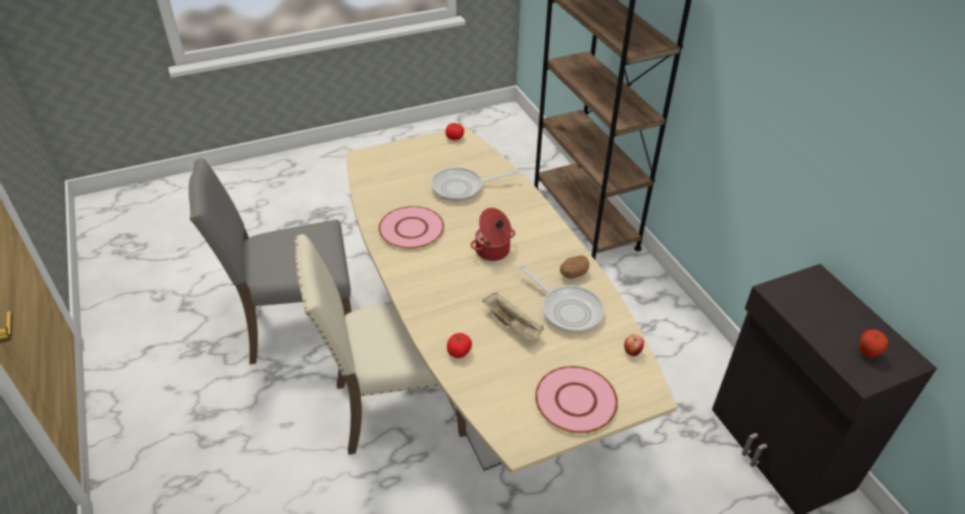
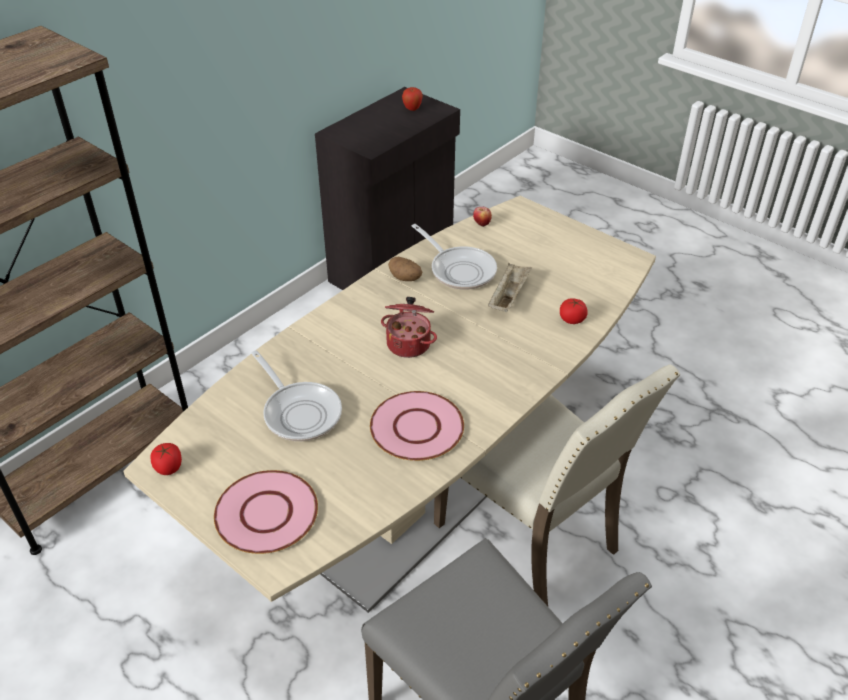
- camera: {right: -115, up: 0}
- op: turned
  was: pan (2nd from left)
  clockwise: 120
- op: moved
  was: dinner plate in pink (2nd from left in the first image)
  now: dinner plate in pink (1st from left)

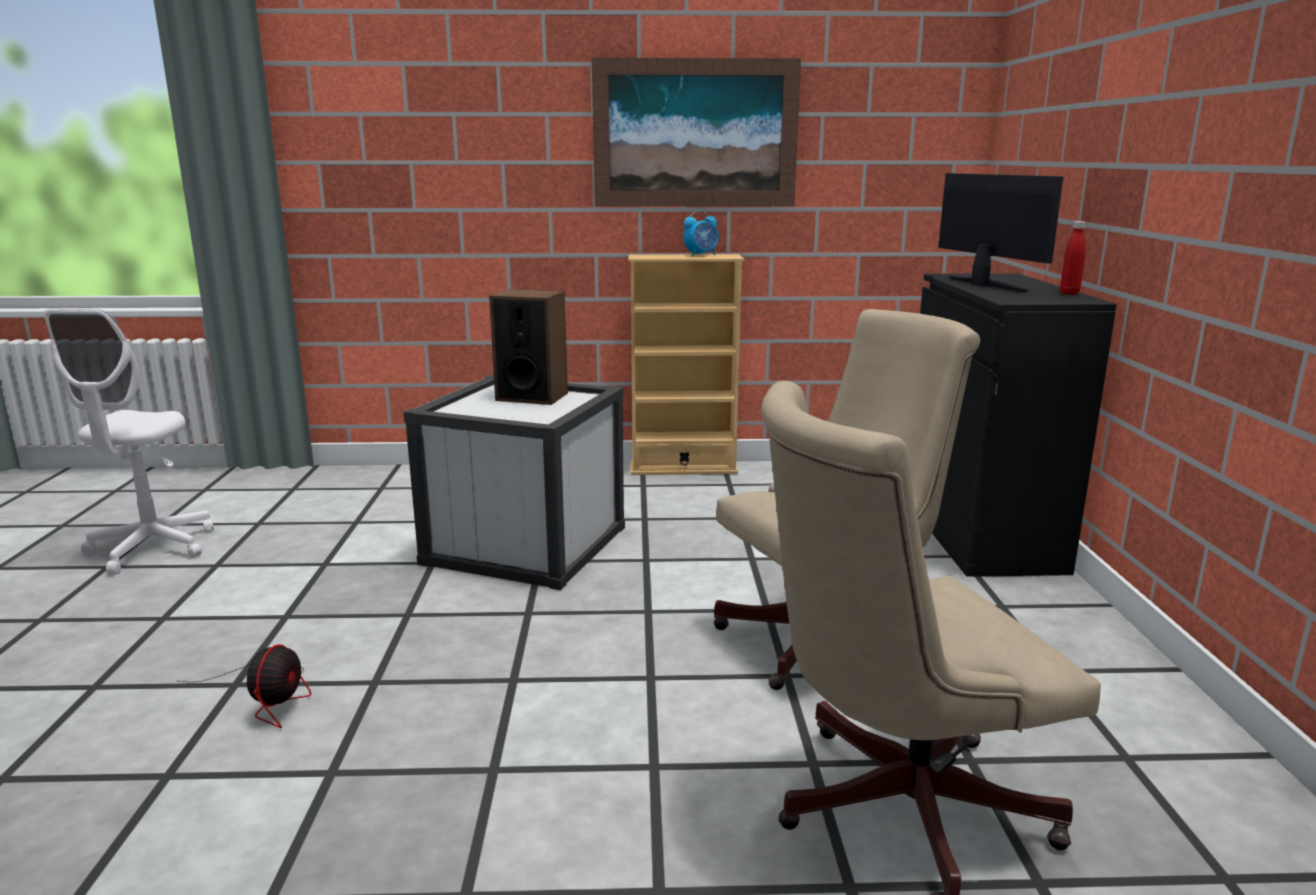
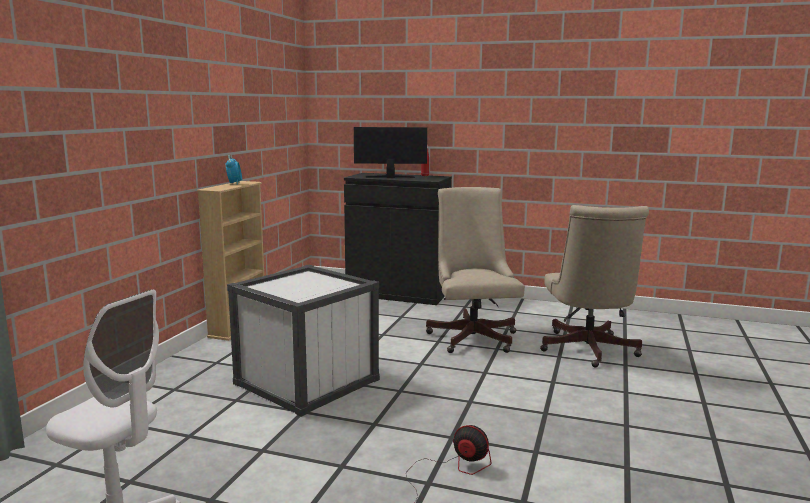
- camera: {right: -70, up: -5}
- op: removed
  was: loudspeaker
- op: removed
  was: wall art

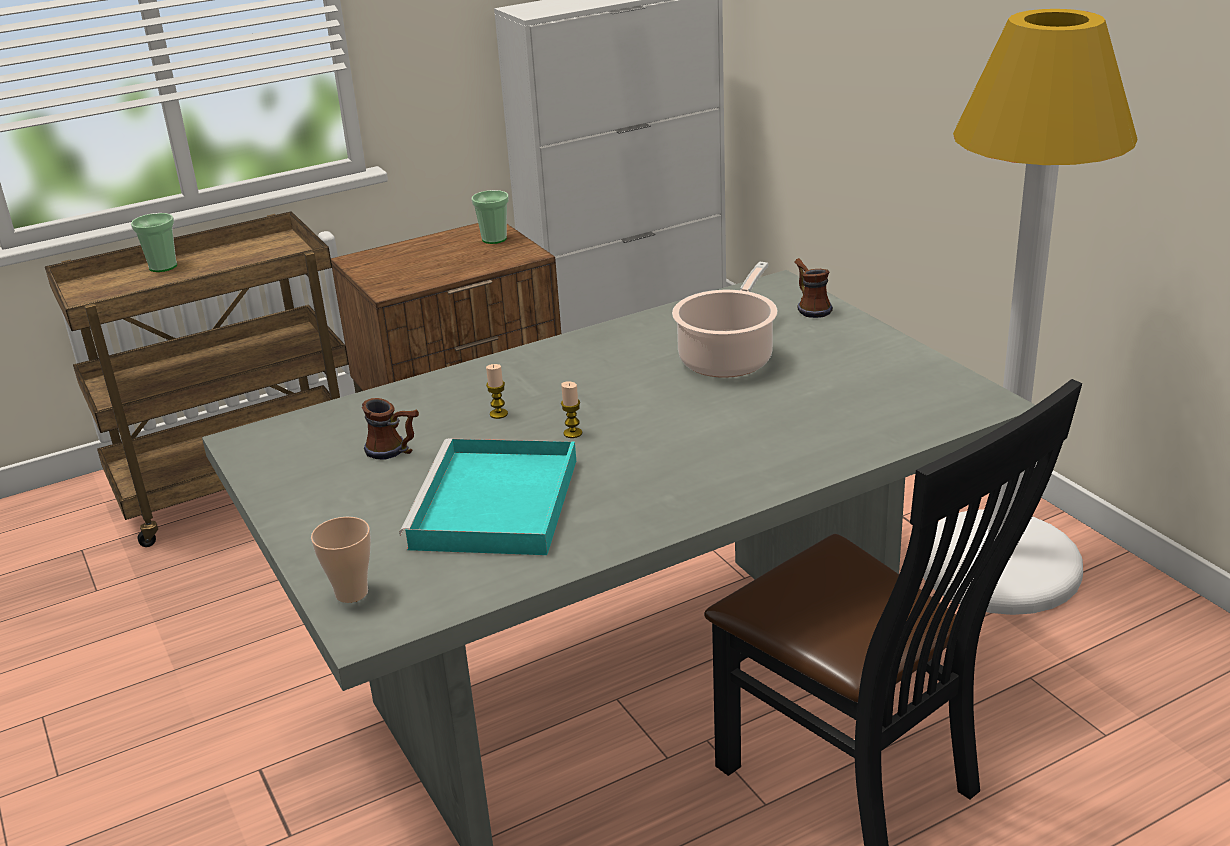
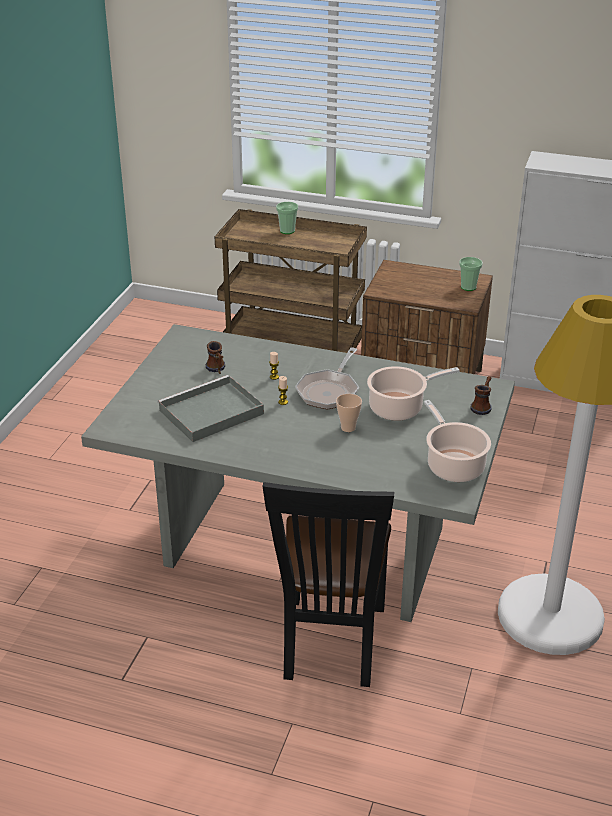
- camera: {right: 45, up: 5}
- op: moved
  was: cup (2nd from left)
- op: recoloured
  was: carrying tray in turquoise-coloured
  now: carrying tray in gray
- op: added
  now: pan
- op: added
  now: stockpot (2nd from left)

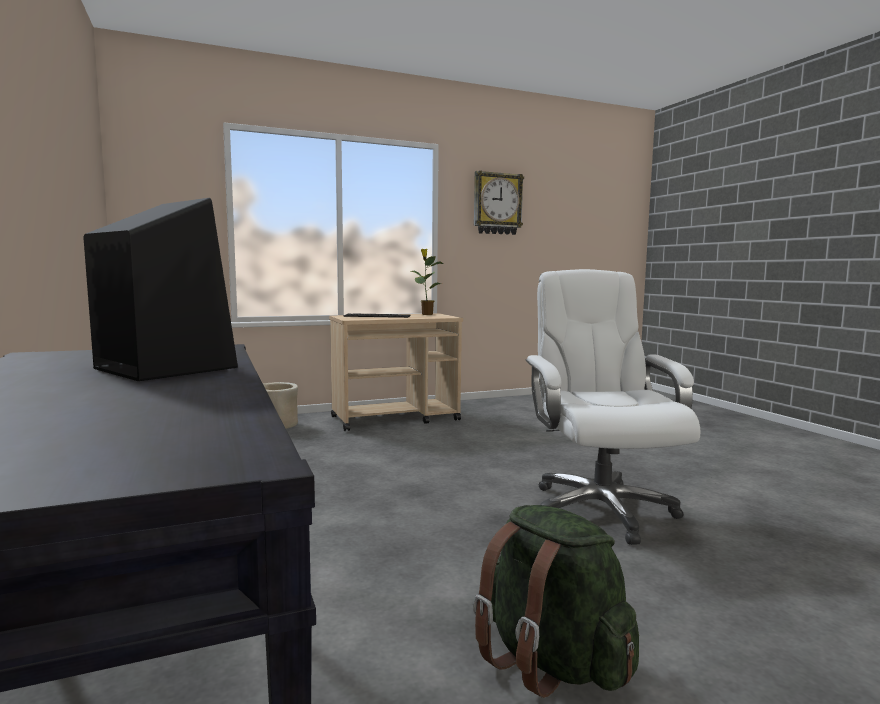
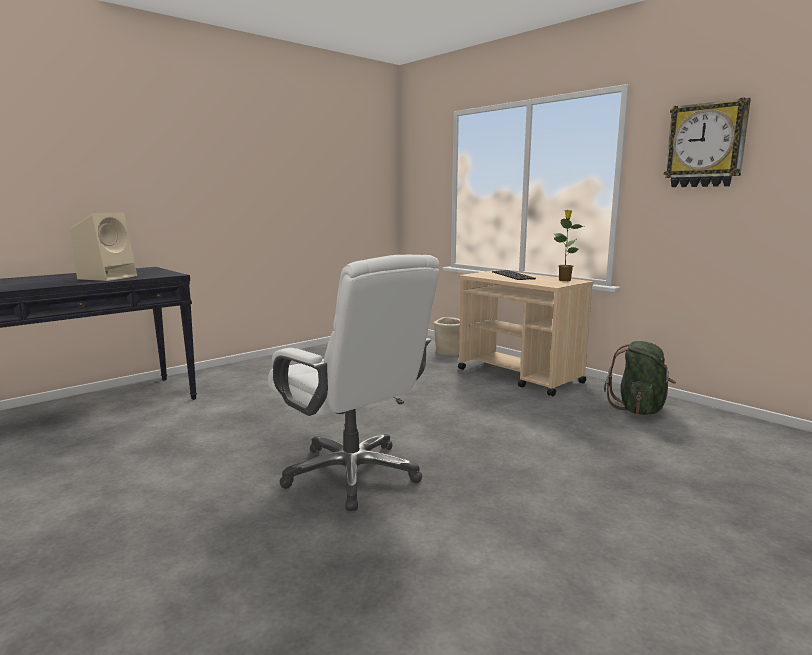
- camera: {right: 70, up: 5}
- op: recoloured
  was: loudspeaker in black
  now: loudspeaker in sand-coloured
- op: moved
  was: rucksack in greenish
- op: turned
  was: desk chair in whitish
  clockwise: 75

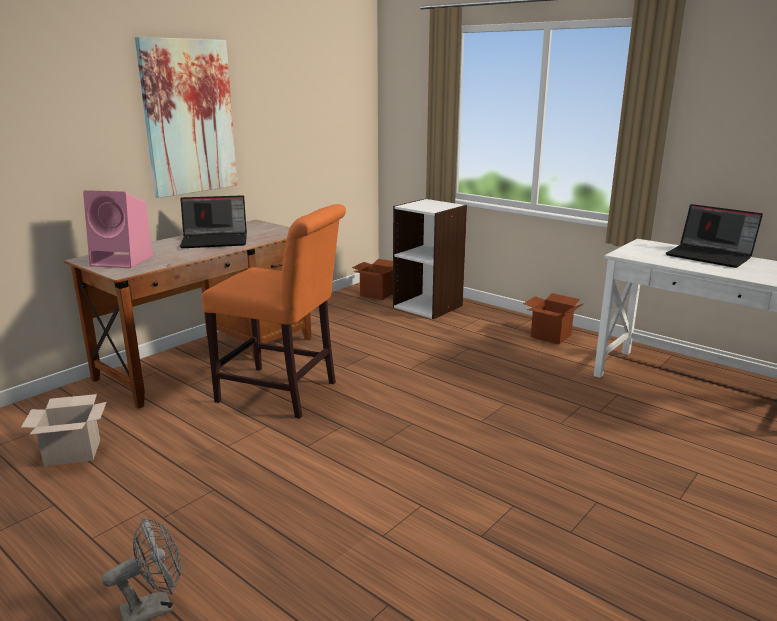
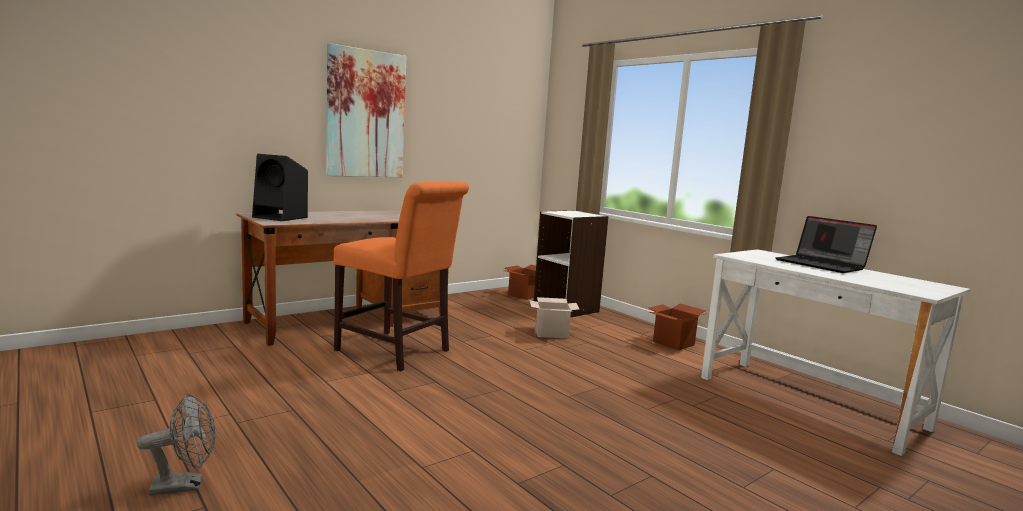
- camera: {right: 10, up: -10}
- op: moved
  was: carton (1st from left in the first image)
  now: carton (2nd from left)
- op: recoloured
  was: loudspeaker in pink
  now: loudspeaker in black
- op: removed
  was: laptop (1st from left)

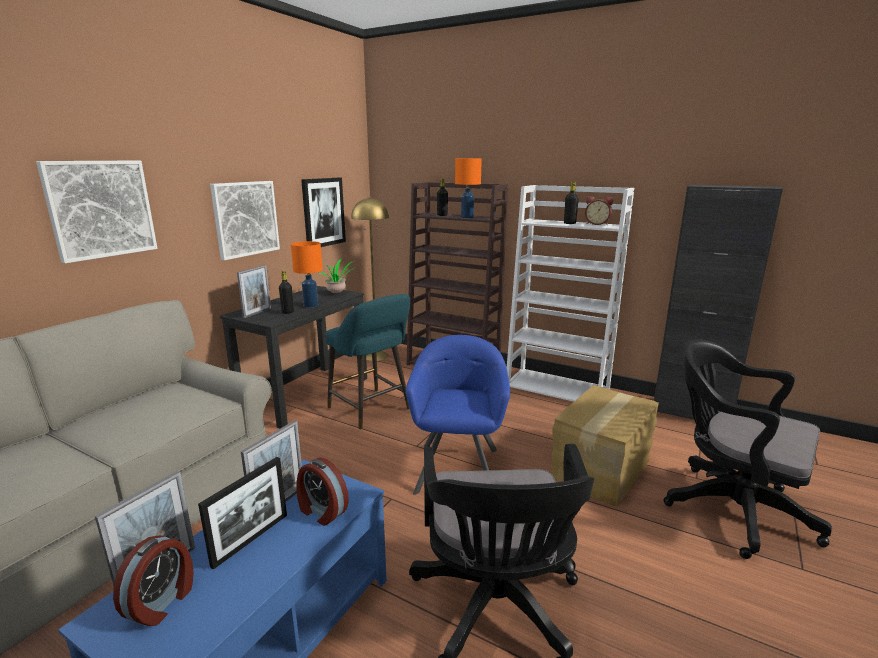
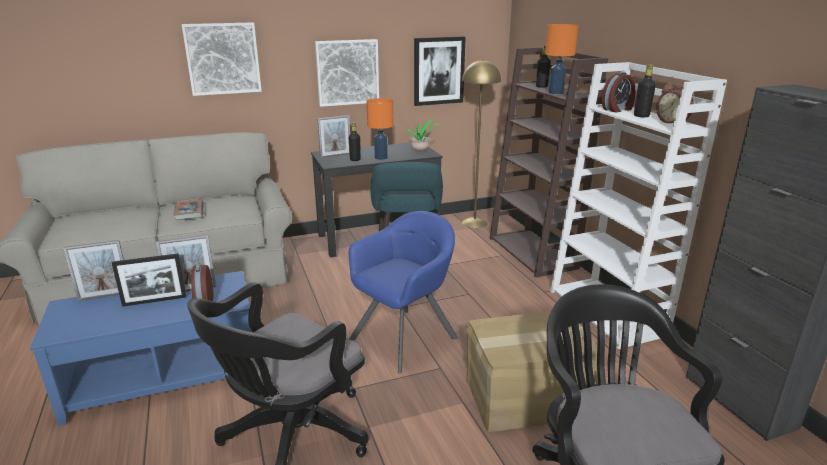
- camera: {right: 40, up: 5}
- op: moved
  was: bedside clock (1st from left in the first image)
  now: bedside clock (2nd from left)
- op: added
  now: volume

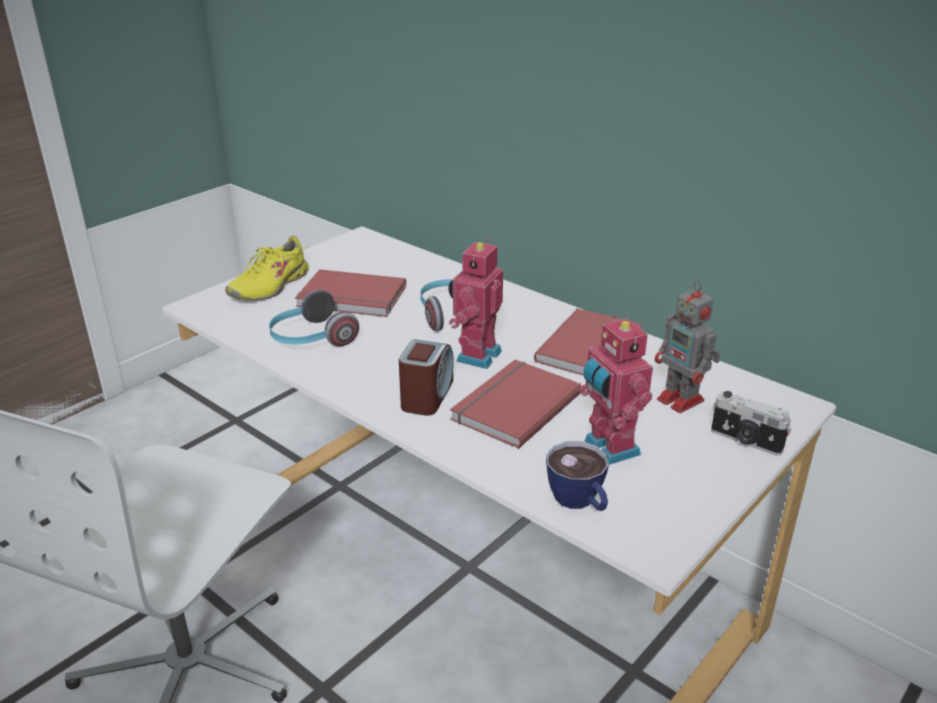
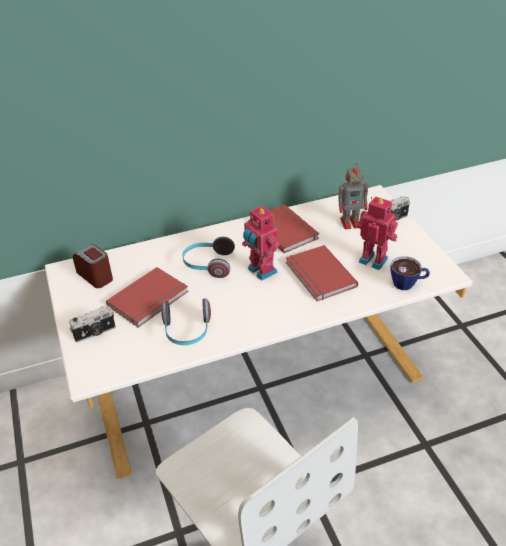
- camera: {right: -60, up: 10}
- op: replaced
  was: item of footwear in yellow
  now: photo camera (1st from left)
- op: moved
  was: bedside clock
- op: turned
  was: model robot (2nd from left in the first image)
  clockwise: -150

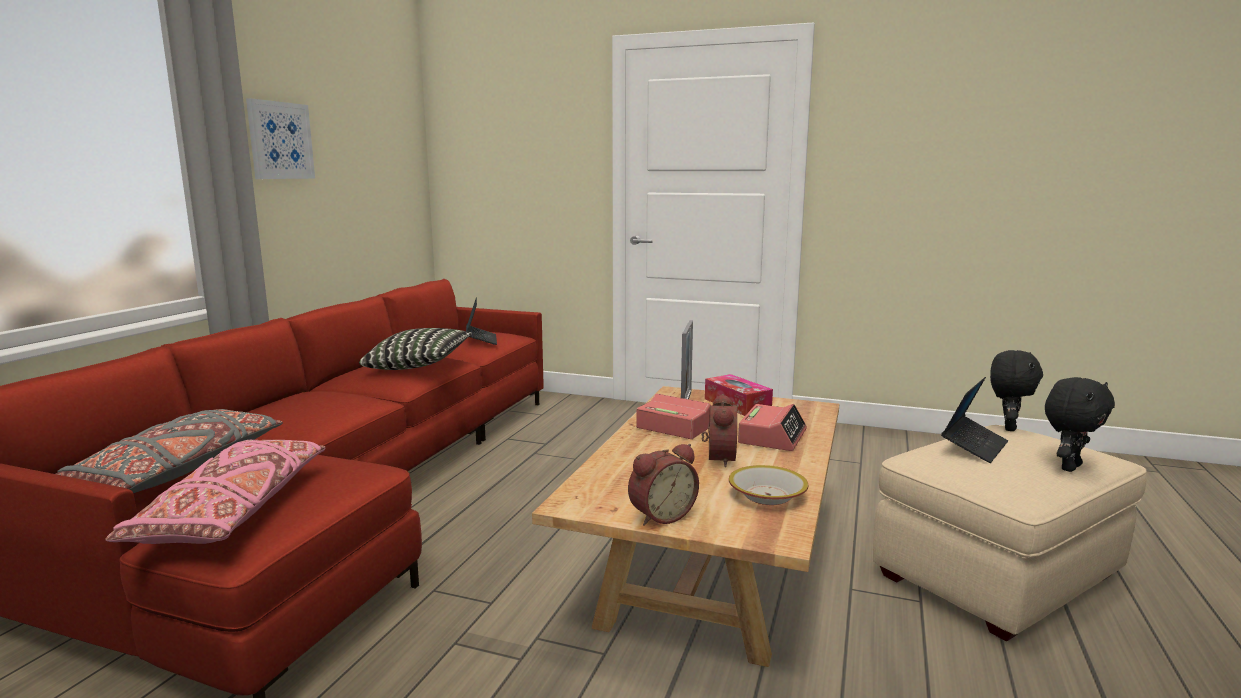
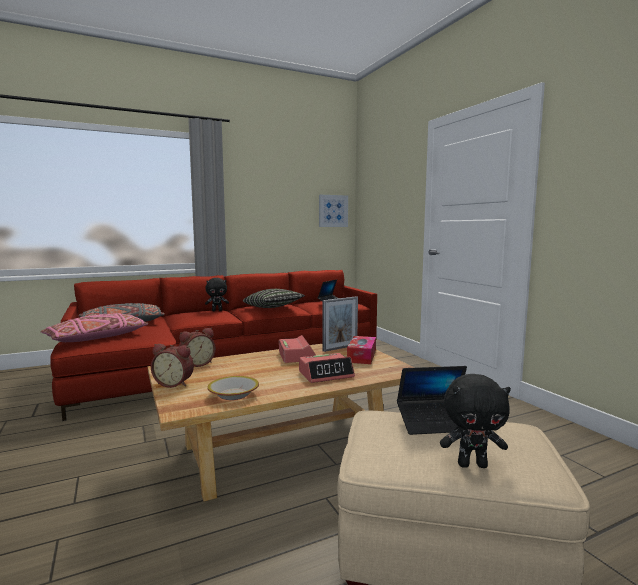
- camera: {right: 45, up: -5}
- op: moved
  was: wall art
- op: moved
  was: bedside clock (3rd from left in the first image)
  now: bedside clock (2nd from left)
- op: moved
  was: soft toy in black (1st from left)

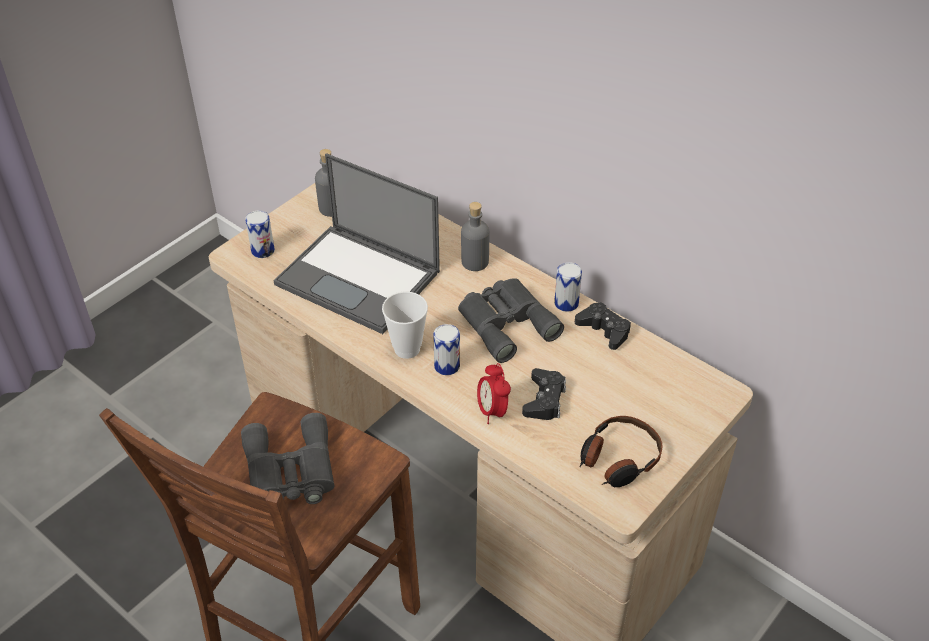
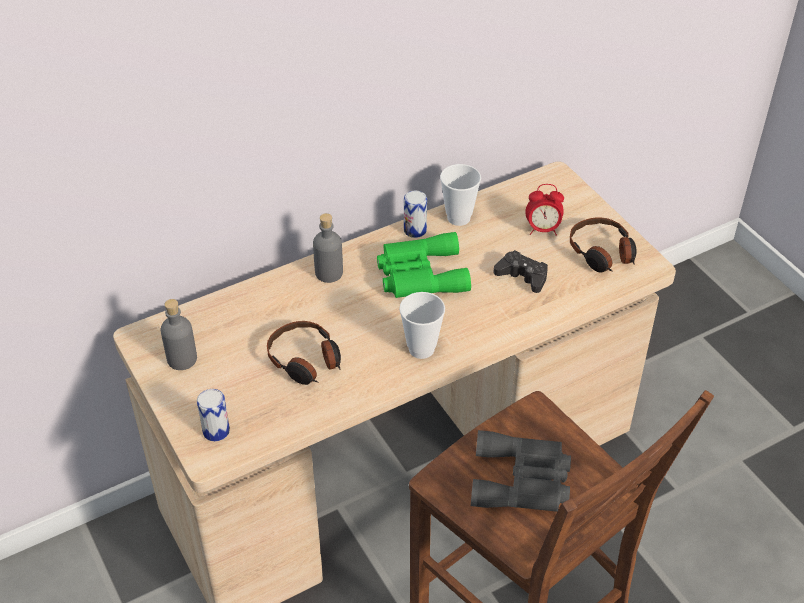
- camera: {right: -70, up: 0}
- op: replaced
  was: laptop
  now: headset (1st from left)
- op: removed
  was: sealed can (2nd from left)
- op: recoloured
  was: binoculars in gray (2nd from left)
  now: binoculars in greenish
- op: moved
  was: bedside clock
- op: replaced
  was: gamepad in black (2nd from left)
  now: cup (2nd from left)

